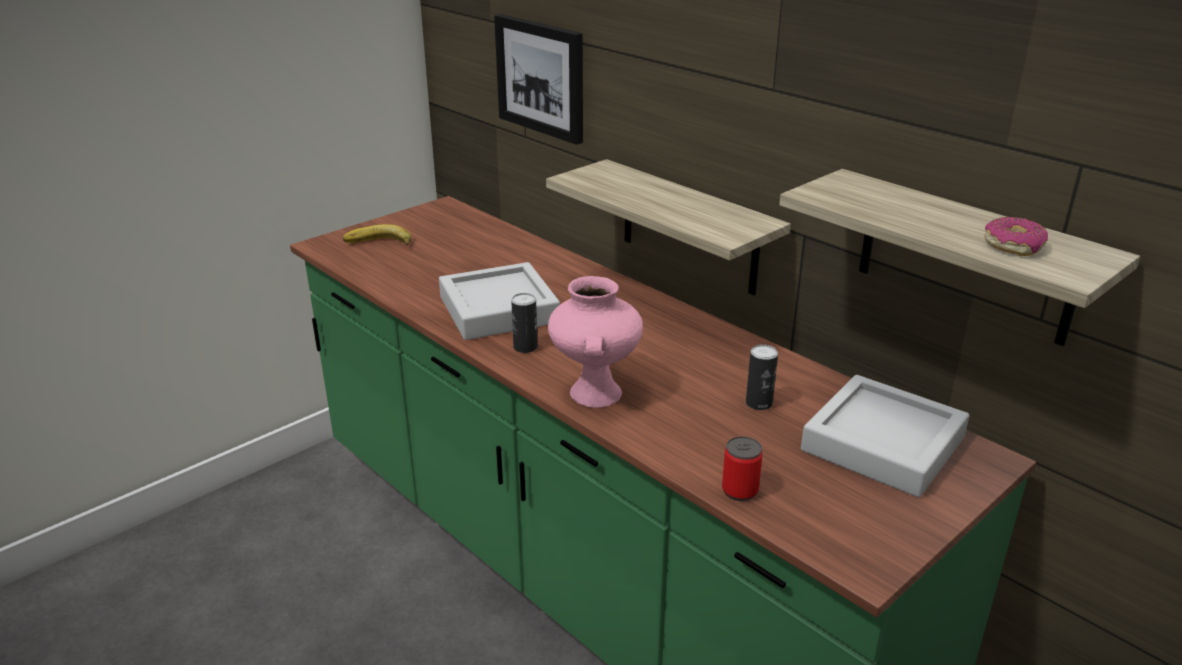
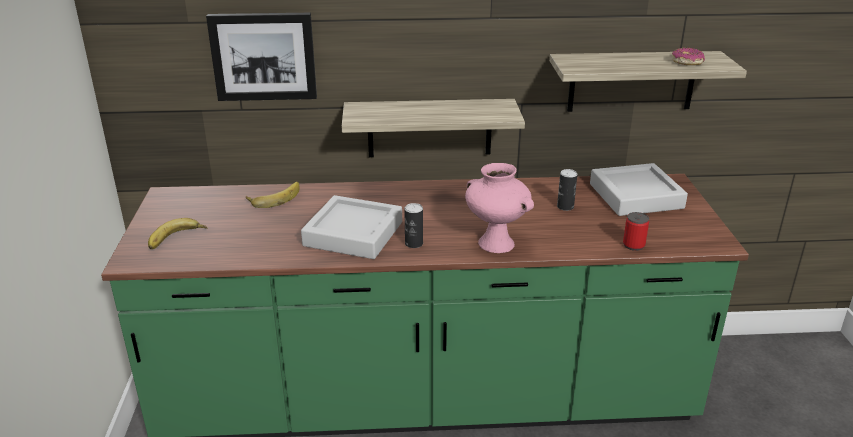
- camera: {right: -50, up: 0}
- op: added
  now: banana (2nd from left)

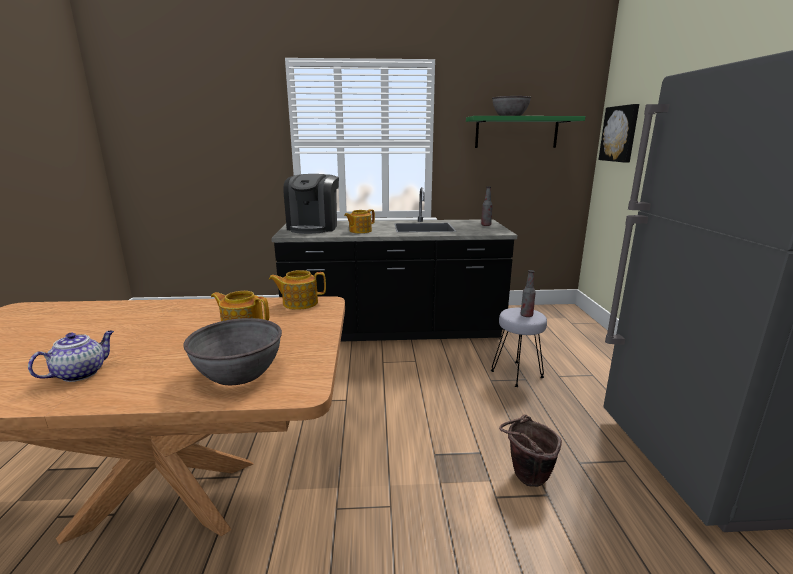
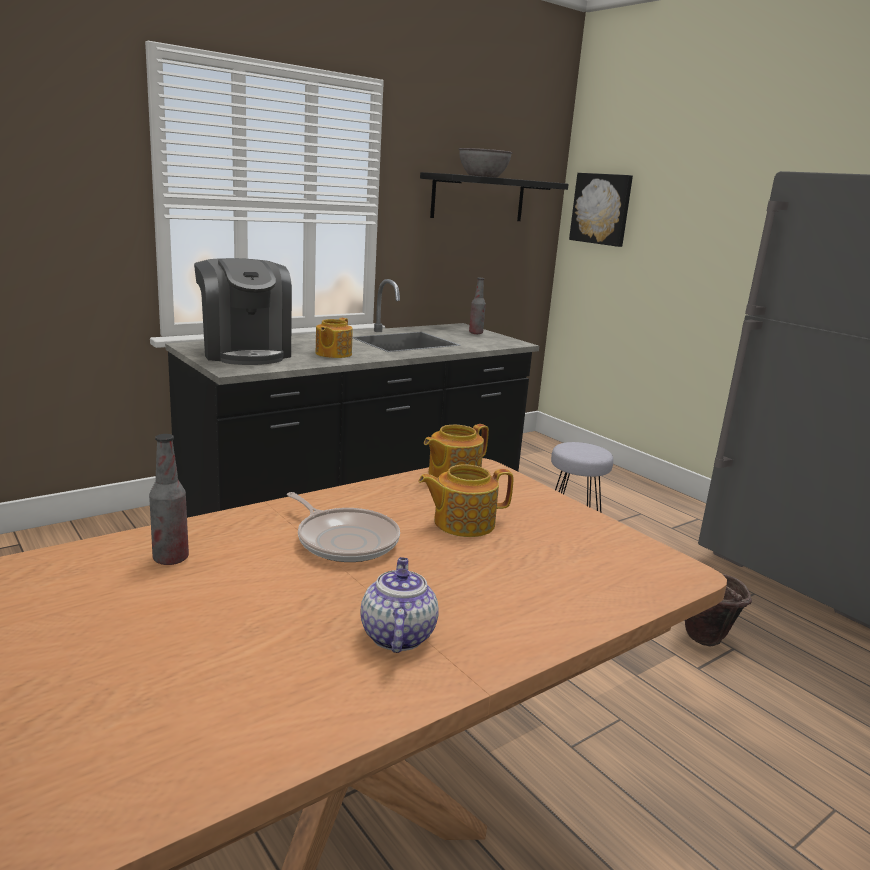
- camera: {right: -35, up: 0}
- op: removed
  was: bowl in gray (1st from left)
- op: recoloured
  was: bracket shelf in greenish
  now: bracket shelf in black
- op: moved
  was: beverage bottle (2nd from left in the first image)
  now: beverage bottle (1st from left)
- op: added
  now: pan

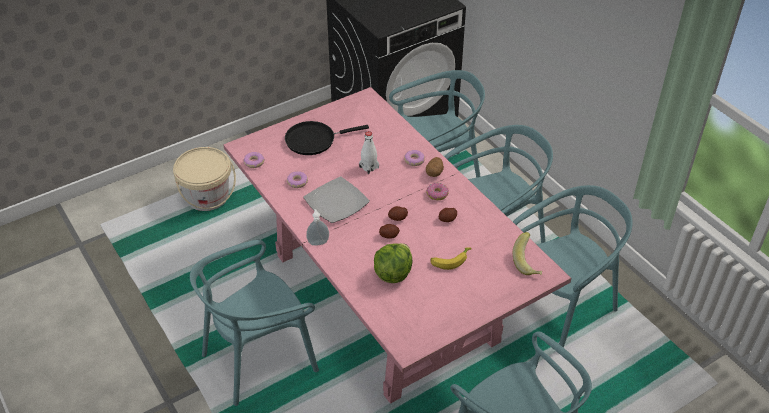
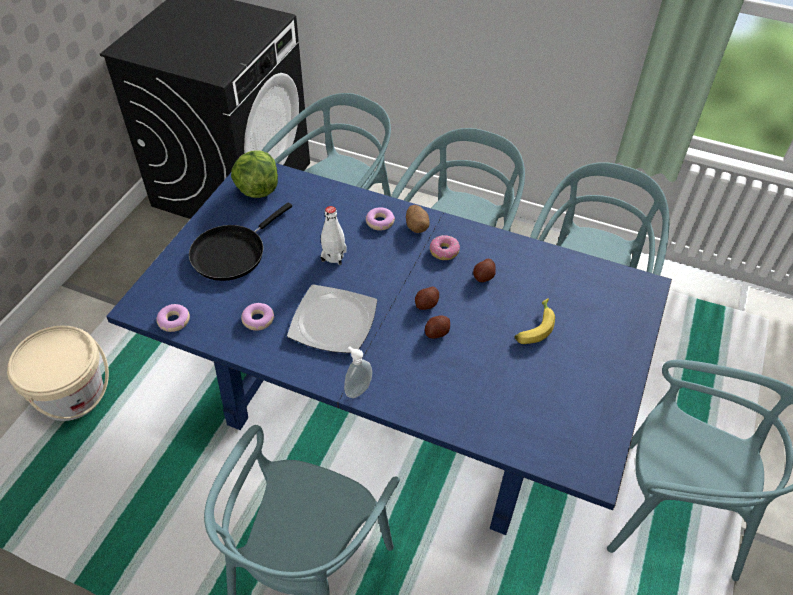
- camera: {right: -35, up: 5}
- op: recoloured
  was: dinner table in pink
  now: dinner table in blue
- op: moved
  was: head of lettuce
- op: removed
  was: banana (2nd from left)

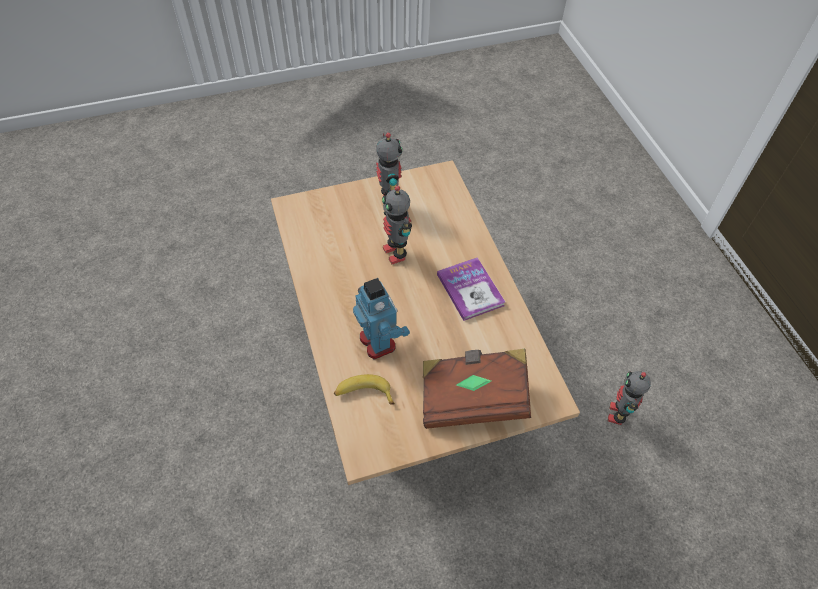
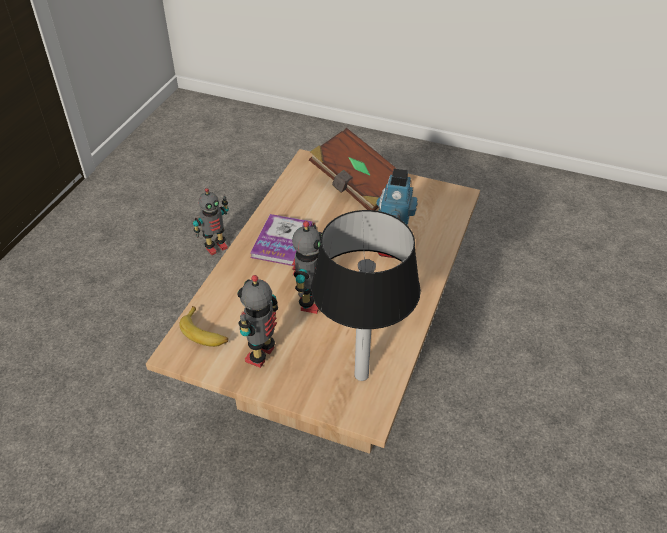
- camera: {right: -140, up: -10}
- op: moved
  was: banana
- op: added
  now: table lamp

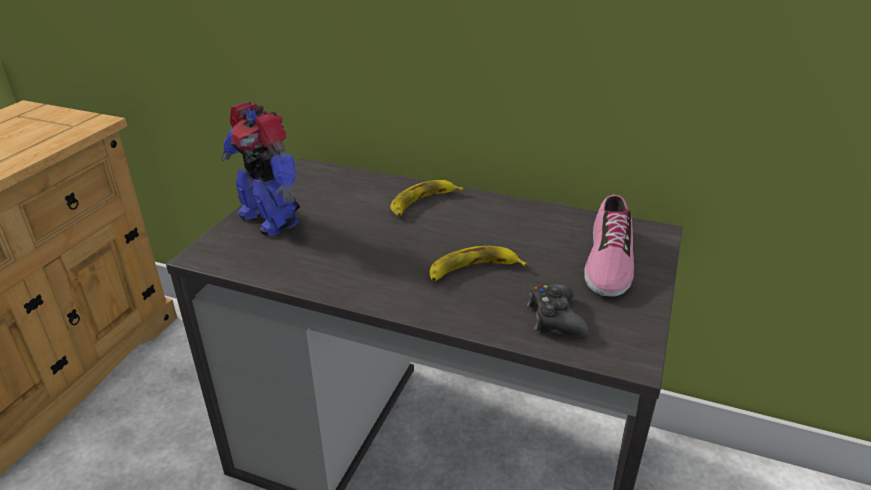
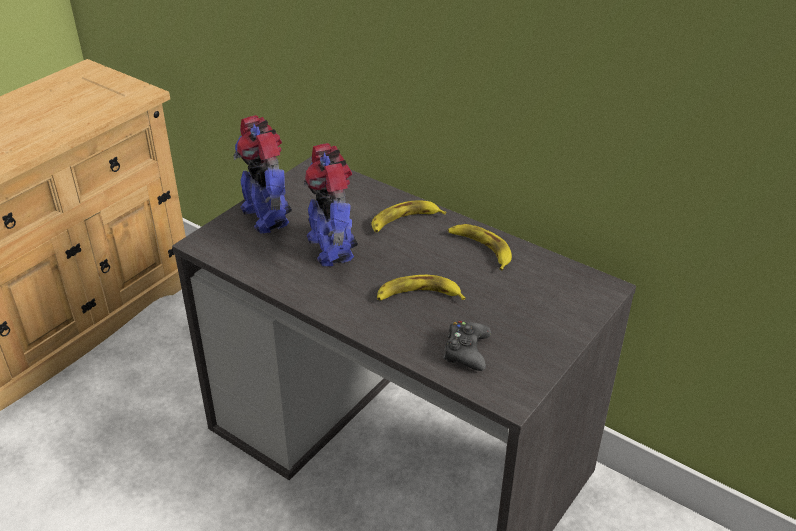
- camera: {right: 15, up: 5}
- op: removed
  was: item of footwear
- op: added
  now: model robot (2nd from left)
- op: added
  now: banana (3rd from left)

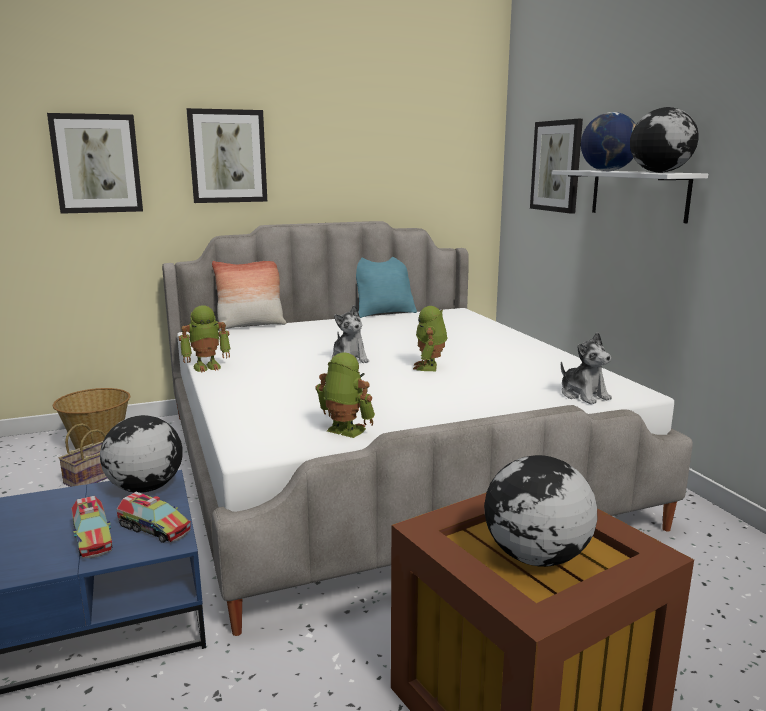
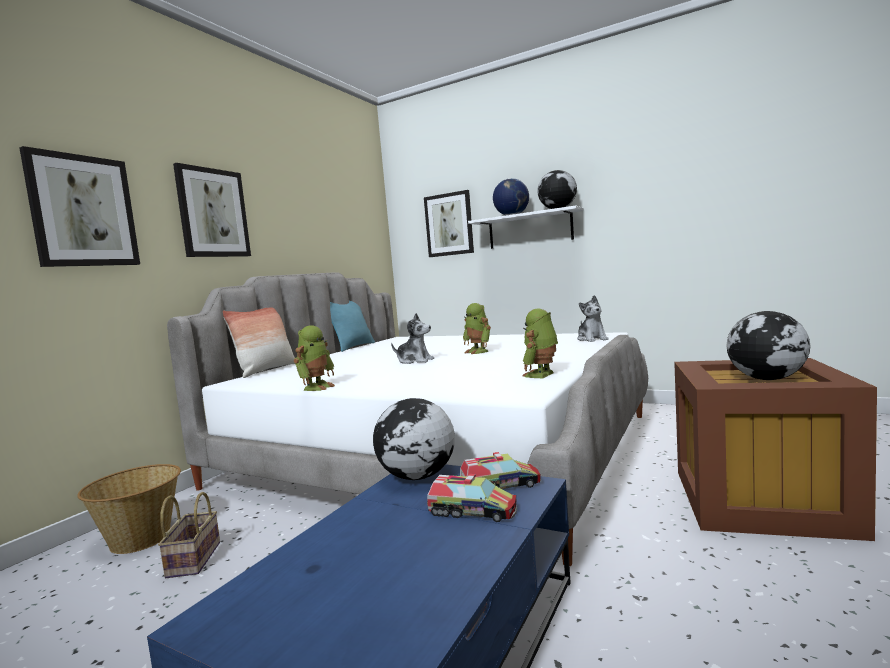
- camera: {right: -40, up: -10}
- op: turned
  was: model robot (2nd from left in the first image)
  clockwise: -45
- op: turned
  was: soft toy (2nd from left)
  clockwise: 60

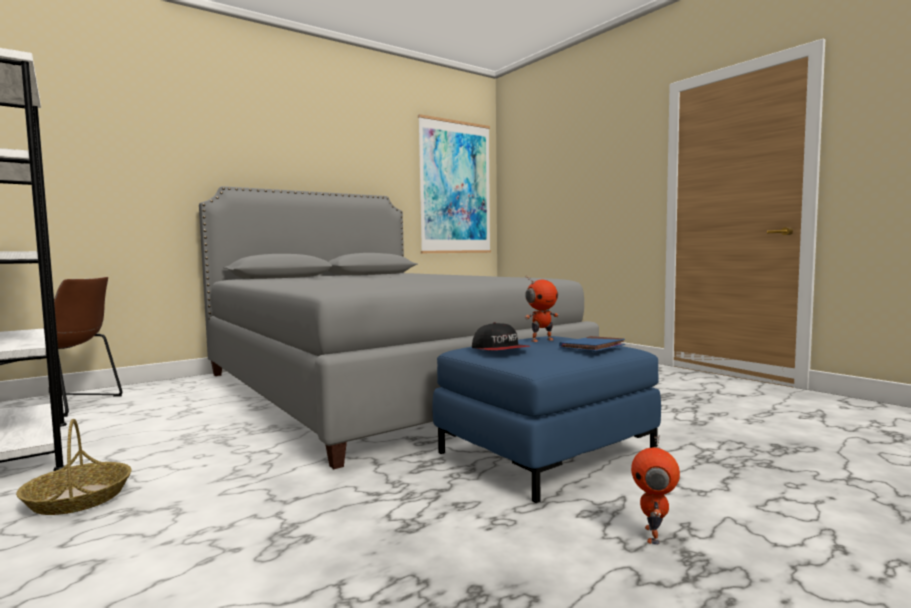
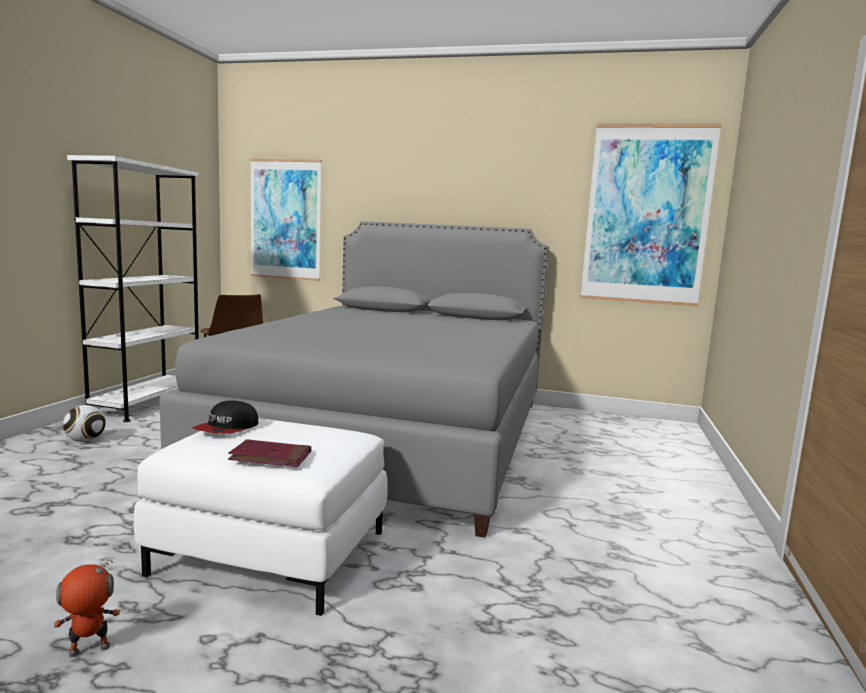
- camera: {right: 50, up: 5}
- op: replaced
  was: basket
  now: football
- op: recoloured
  was: pouffe in blue
  now: pouffe in whitish
- op: removed
  was: model robot (1st from left)
- op: recoloured
  was: volume in blue
  now: volume in reddish
- op: added
  now: wall art (1st from left)

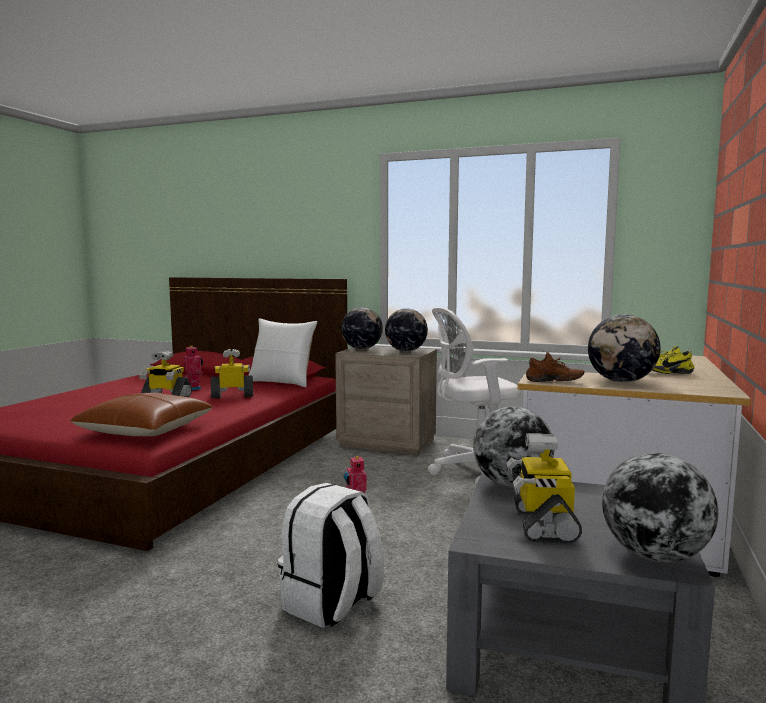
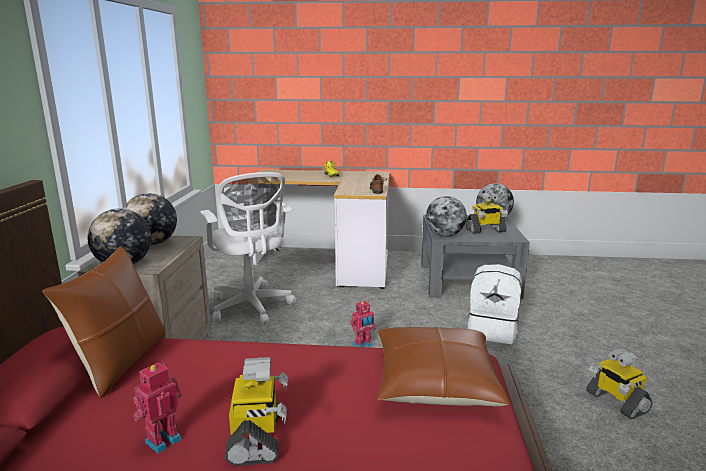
- camera: {right: -105, up: 10}
- op: moved
  was: model robot (3rd from left in the first image)
  now: model robot (5th from left)
- op: recoloured
  was: throw pillow in whitish
  now: throw pillow in brown-coloured (1st from left)
- op: removed
  was: world globe (4th from left)

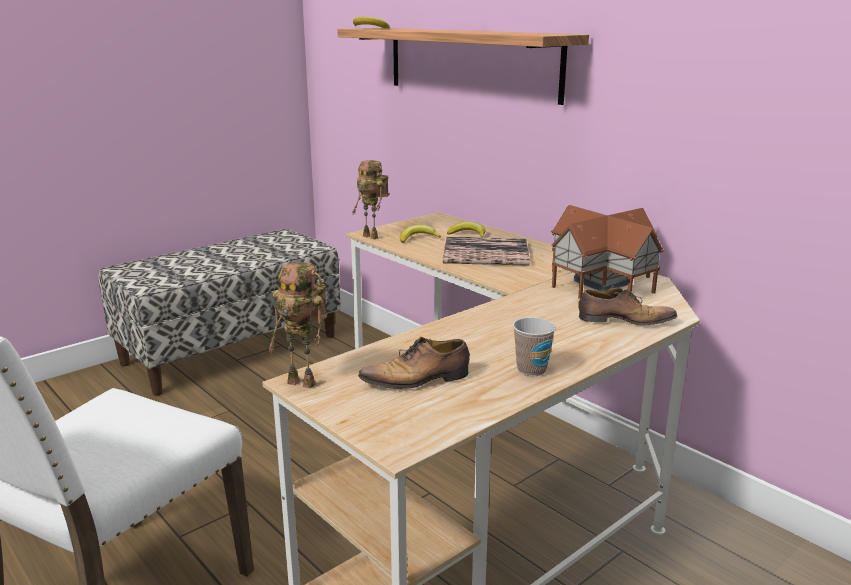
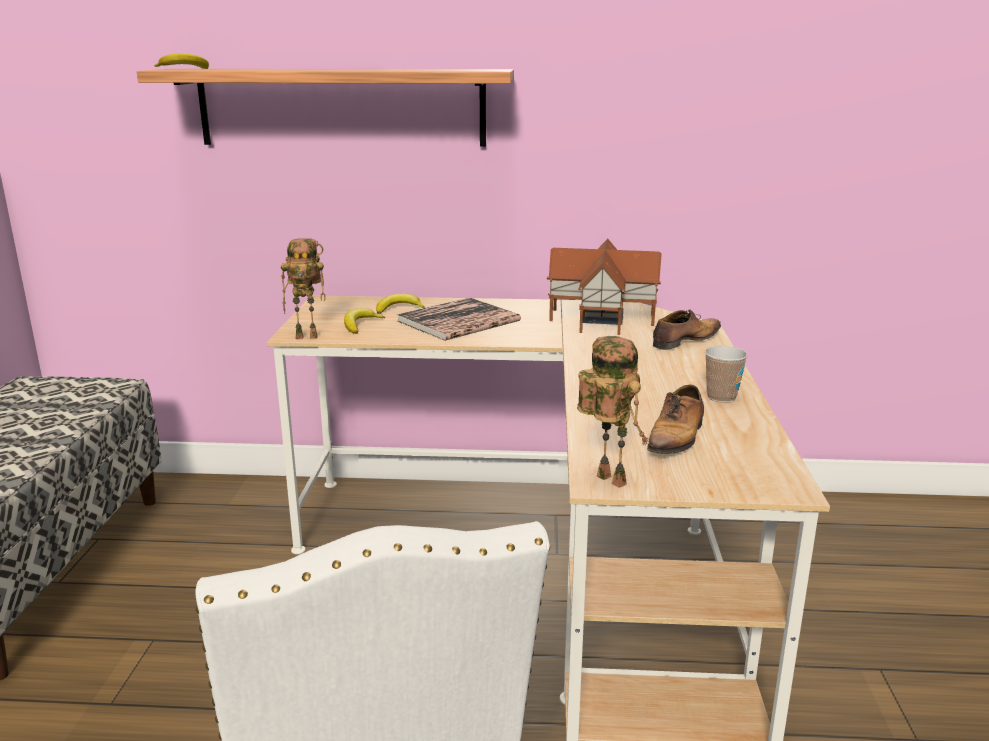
- camera: {right: -45, up: 0}
- op: turned
  was: model robot (1st from left in the first image)
  clockwise: -105

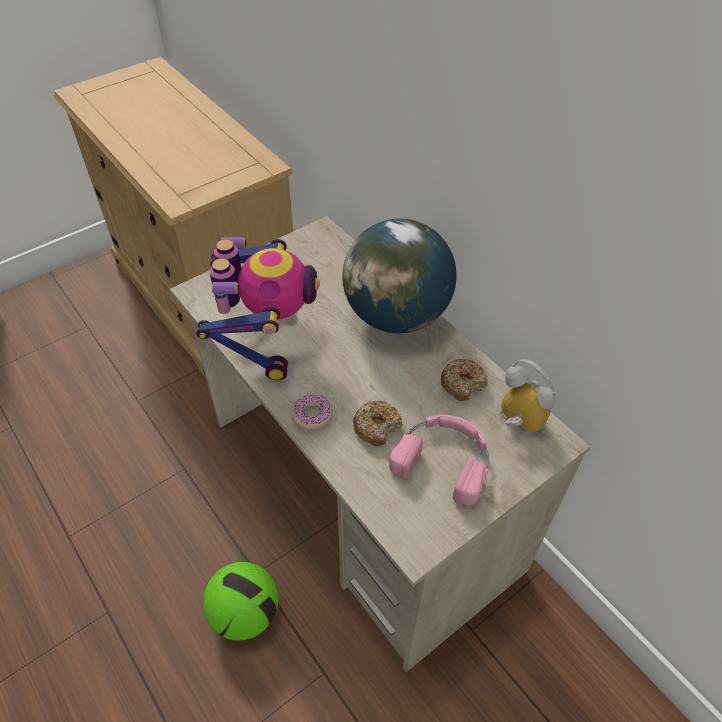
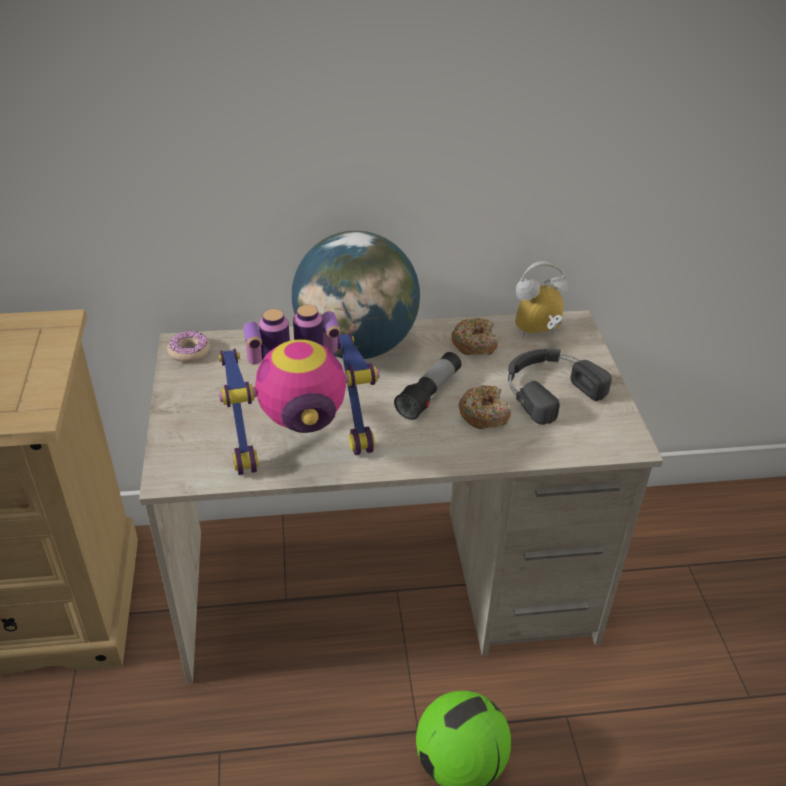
- camera: {right: -60, up: -10}
- op: turned
  was: model robot
  clockwise: 135
- op: moved
  was: ring doughnut (1st from left)
- op: recoloured
  was: headset in pink
  now: headset in black
- op: added
  now: hand torch

